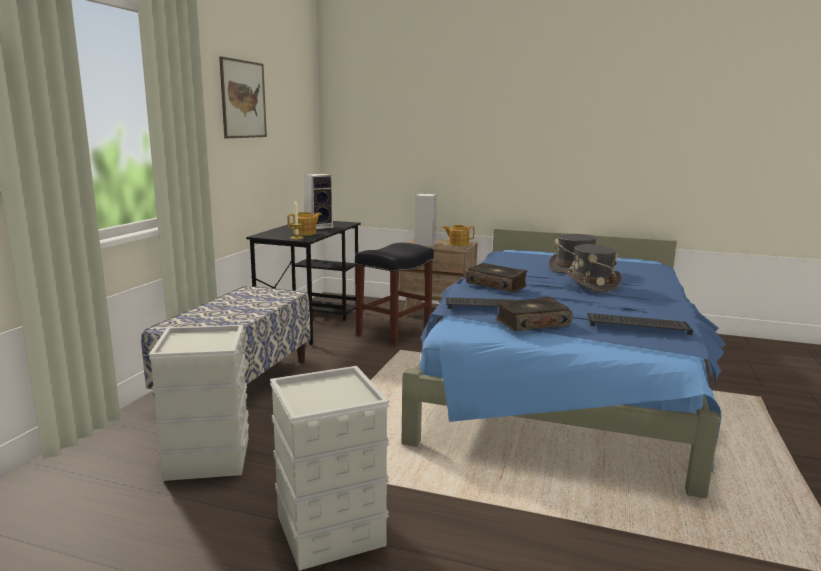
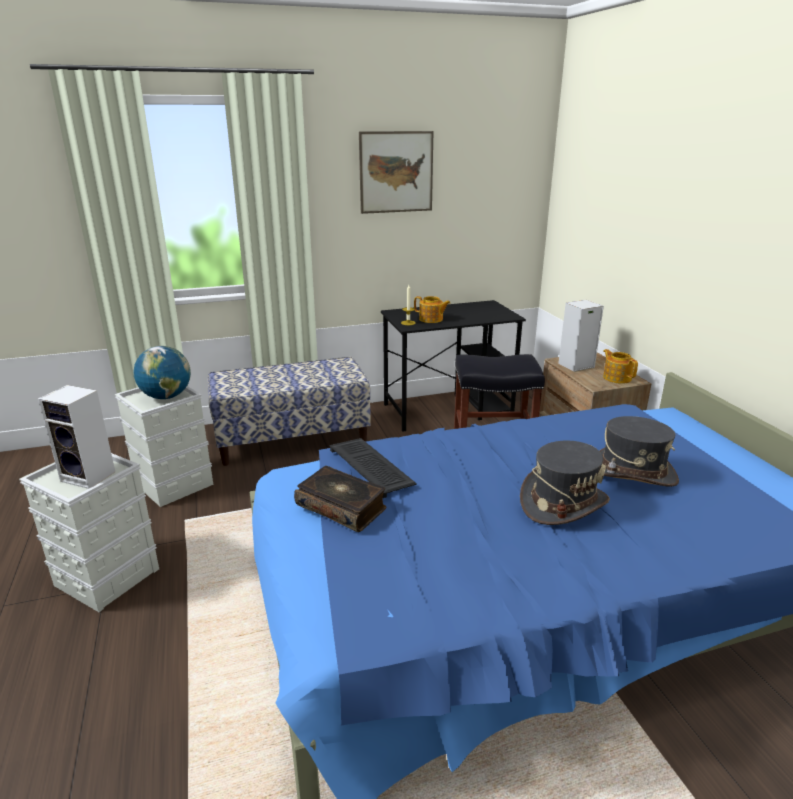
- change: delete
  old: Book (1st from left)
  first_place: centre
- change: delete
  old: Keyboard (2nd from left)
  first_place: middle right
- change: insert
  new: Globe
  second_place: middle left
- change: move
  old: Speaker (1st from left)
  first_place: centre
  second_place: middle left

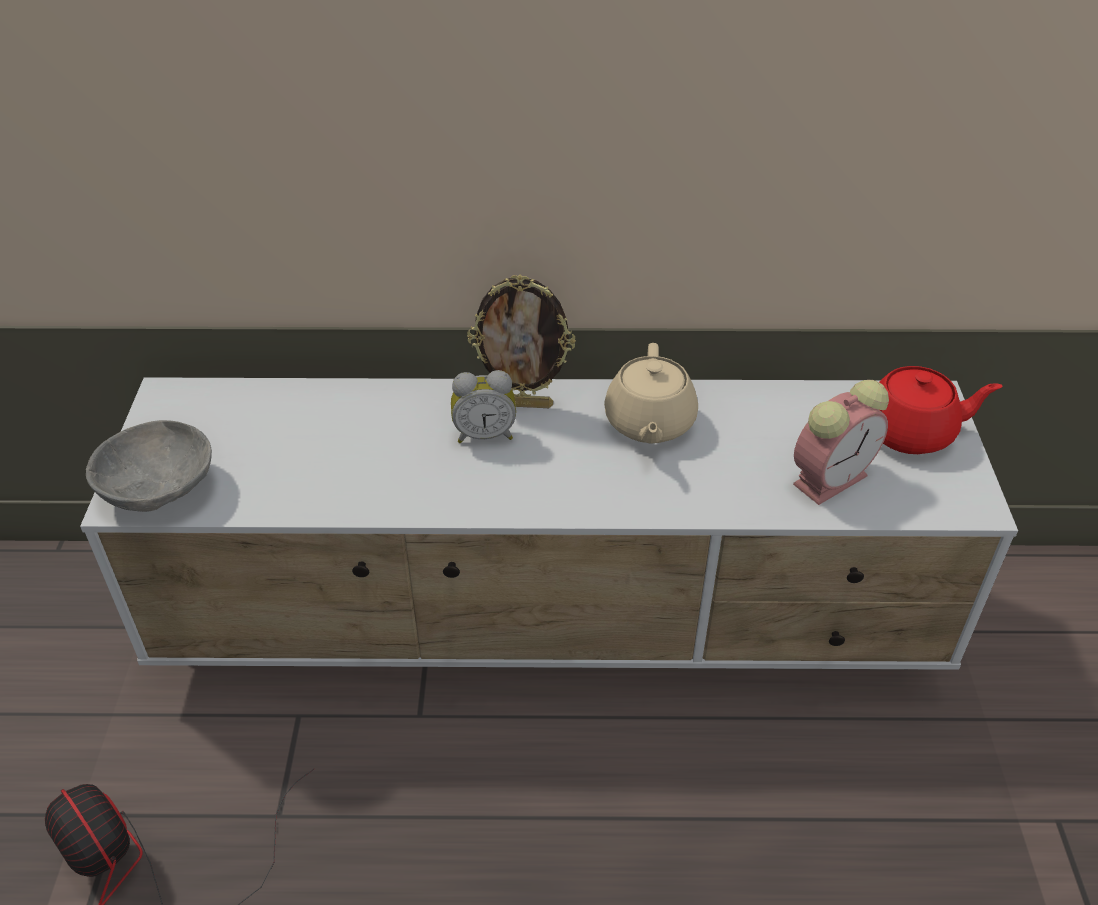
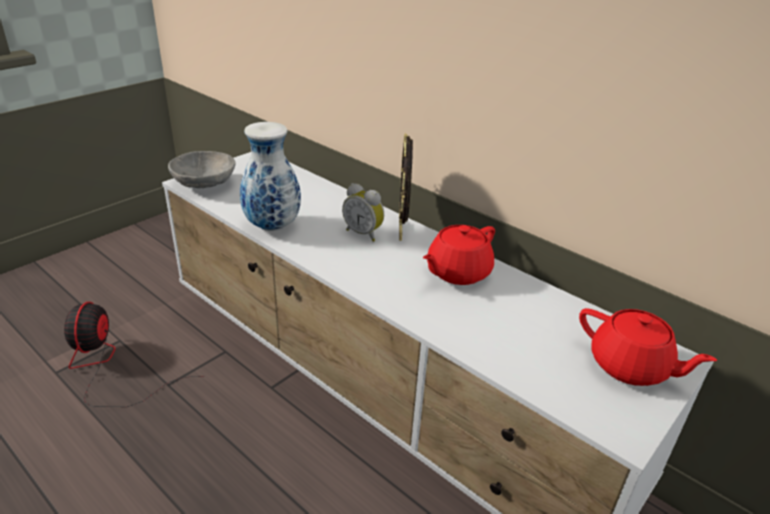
- change: delete
  old: AlarmClock (2nd from left)
  first_place: middle right
- change: insert
  new: Vase
  second_place: centre
- change: recolor
  old: BeigeTeapot
  new: RedTeapot (1st from left)
  first_place: centre
  second_place: centre
- change: rotate
  old: PictureFrame
  first_place: centre
  second_place: centre
  degrees: 45

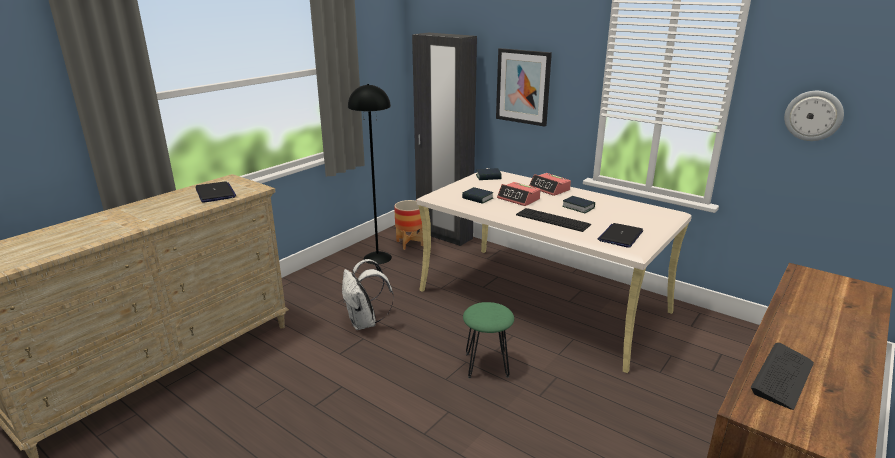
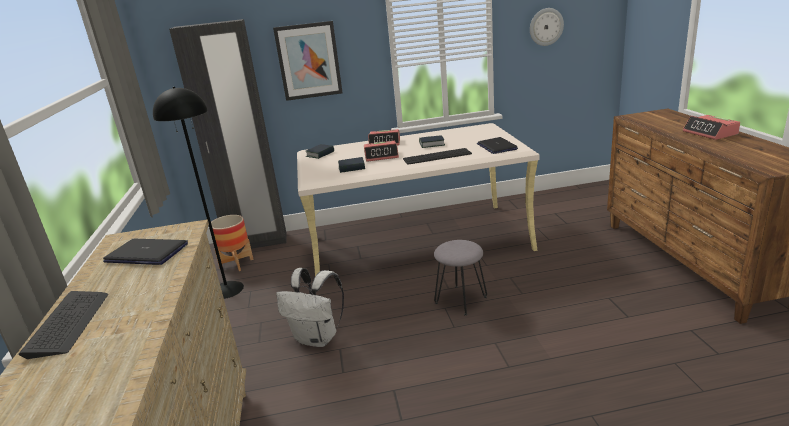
- change: insert
  new: AlarmClock (3rd from left)
  second_place: top right
- change: move
  old: Keyboard (2nd from left in the first image)
  new: Keyboard (1st from left)
  first_place: bottom right
  second_place: bottom left
- change: recolor
  old: GreenStool
  new: GreyStool
  first_place: bottom centre
  second_place: centre

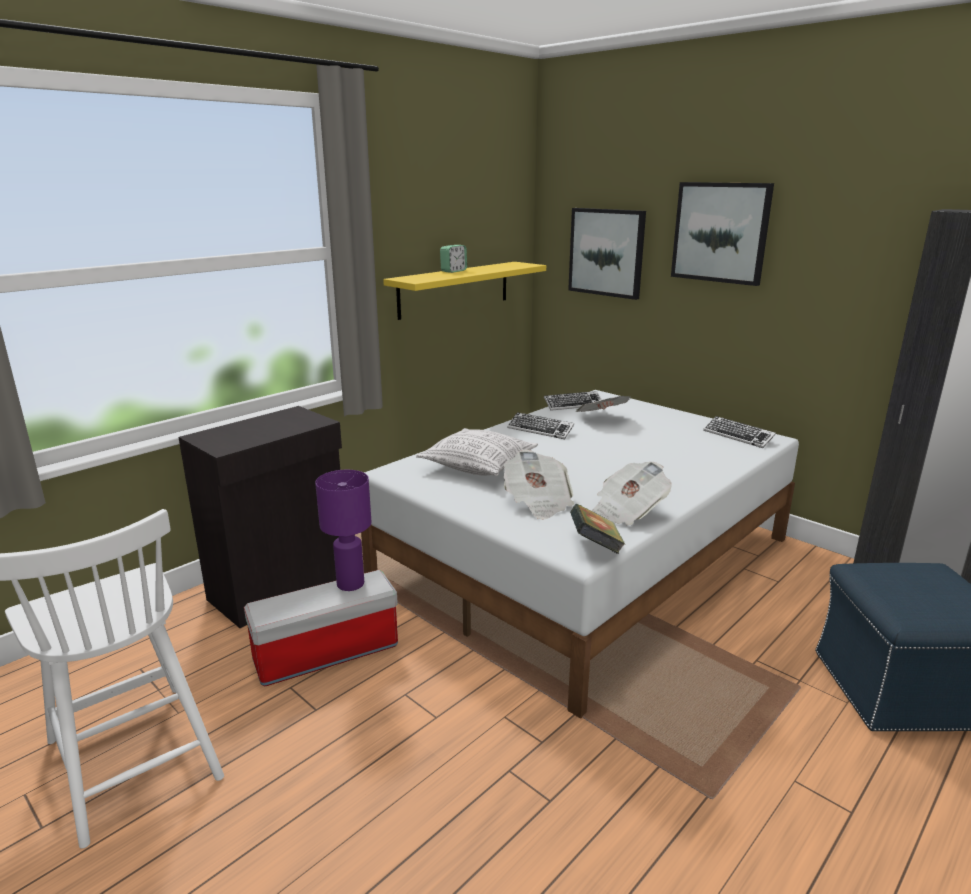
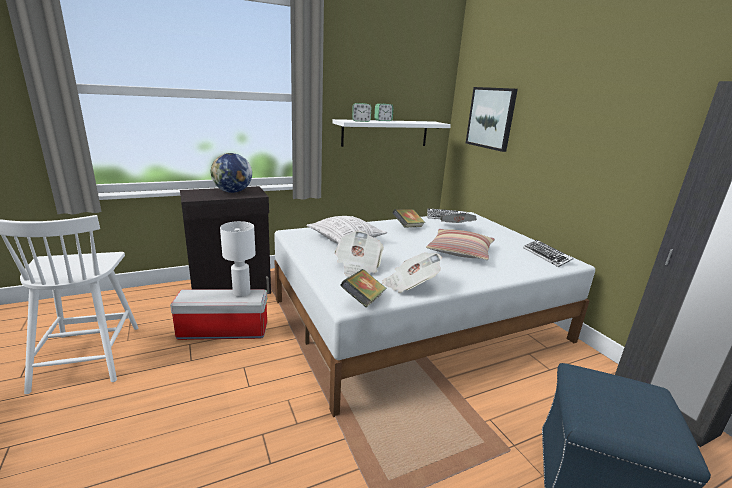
- change: delete
  old: Picture (2nd from left)
  first_place: top right
- change: insert
  new: Globe
  second_place: middle left
- change: insert
  new: AlarmClock (1st from left)
  second_place: top centre
- change: insert
  new: Pillow (2nd from left)
  second_place: centre
- change: replace
  old: Keyboard (1st from left)
  new: Book (2nd from left)
  first_place: centre
  second_place: centre
- change: recolor
  old: PurpleTableLamp
  new: WhiteTableLamp
  first_place: centre
  second_place: middle left
- change: recolor
  old: YellowShelf
  new: WhiteShelf
  first_place: top centre
  second_place: top centre

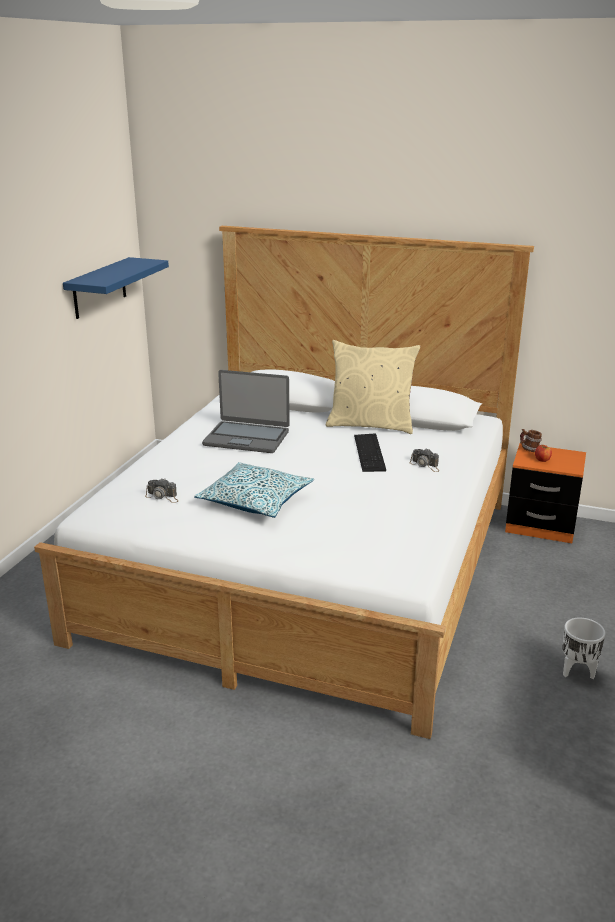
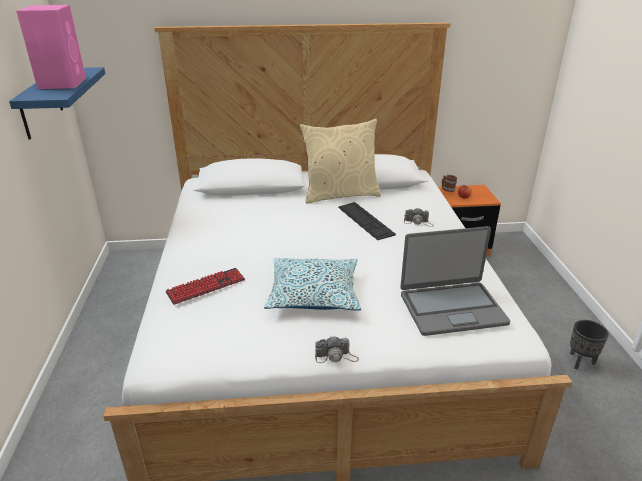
- change: insert
  new: PinkSpeaker
  second_place: top left
- change: insert
  new: Keyboard (1st from left)
  second_place: middle left
- change: move
  old: PhotoCamera (1st from left)
  first_place: middle left
  second_place: bottom centre
- change: move
  old: Laptop
  first_place: centre
  second_place: middle right
- change: recolor
  old: WhitePlanter
  new: BlackPlanter
  first_place: bottom right
  second_place: bottom right

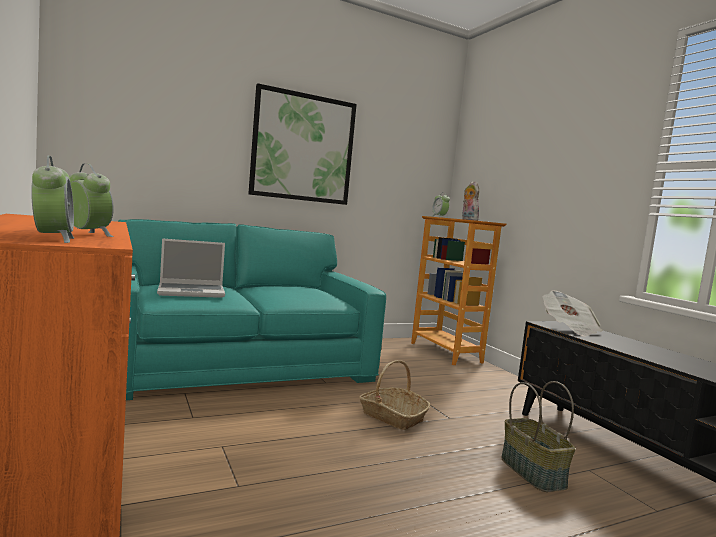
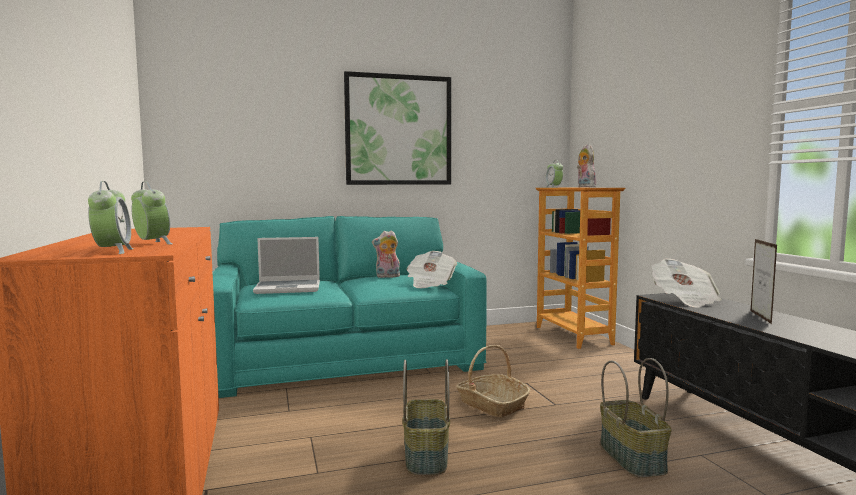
- change: insert
  new: PlushToy (1st from left)
  second_place: centre
- change: insert
  new: Basket (1st from left)
  second_place: bottom centre
- change: insert
  new: Newspaper (1st from left)
  second_place: centre
- change: insert
  new: PictureFrame
  second_place: middle right

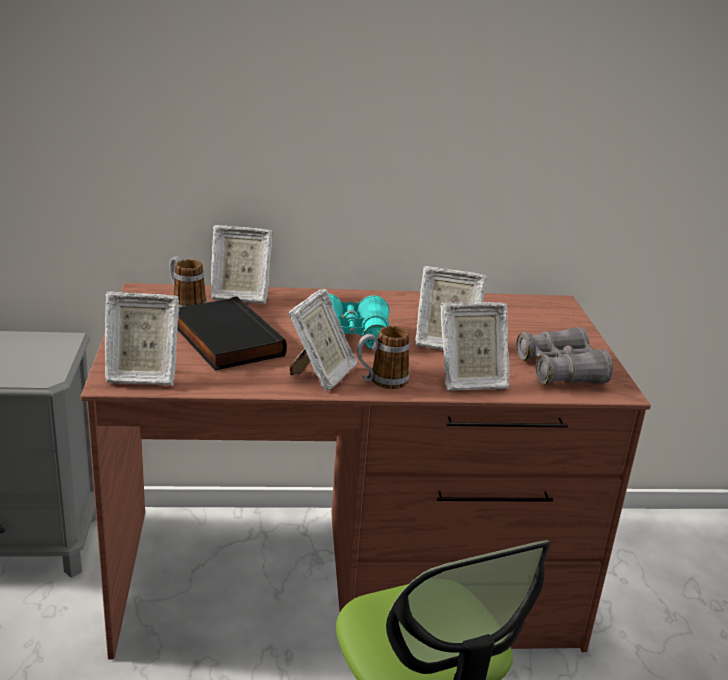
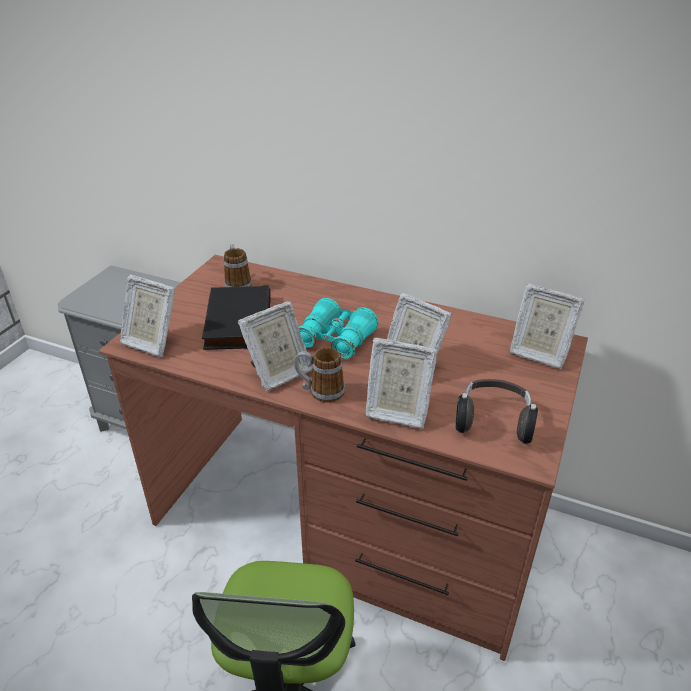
- change: move
  old: PictureFrame (2nd from left in the first image)
  new: PictureFrame (5th from left)
  first_place: middle left
  second_place: middle right
- change: replace
  old: GreyBinoculars
  new: Headphones
  first_place: middle right
  second_place: middle right

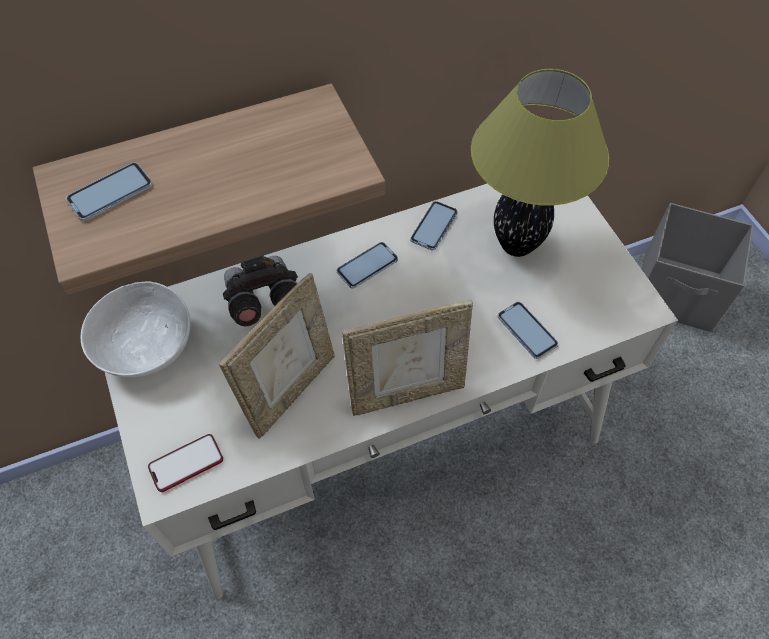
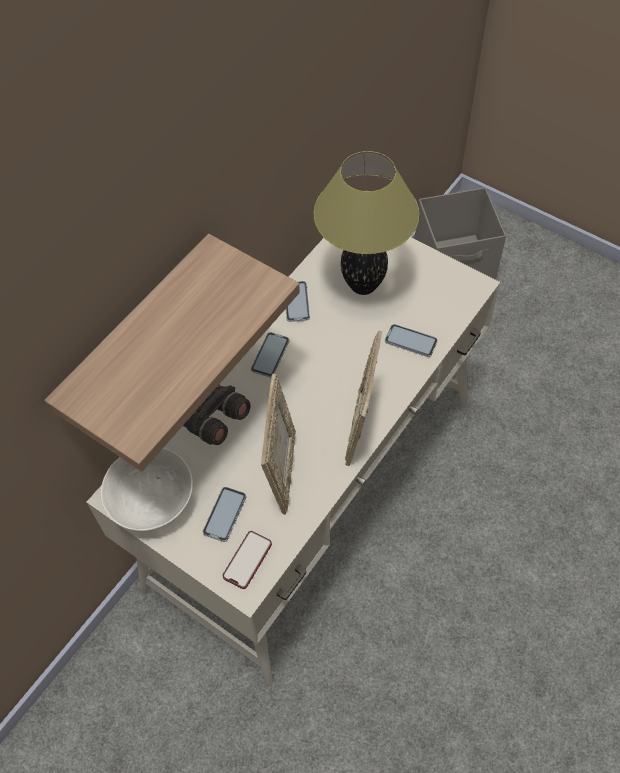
- change: move
  old: Phone (1st from left)
  first_place: top left
  second_place: centre
- change: rotate
  old: PictureFrame (2nd from left)
  first_place: centre
  second_place: centre
  degrees: 150

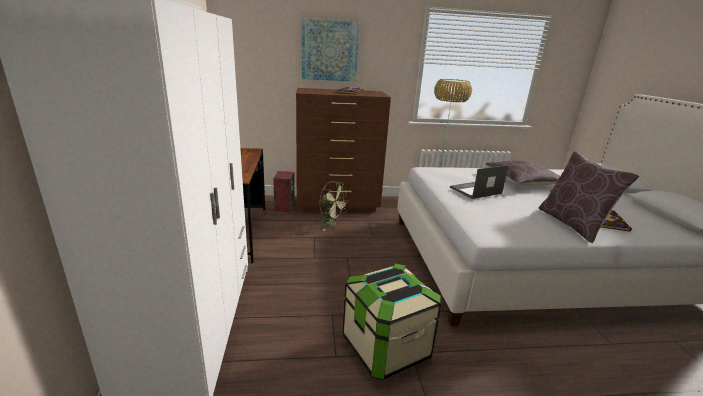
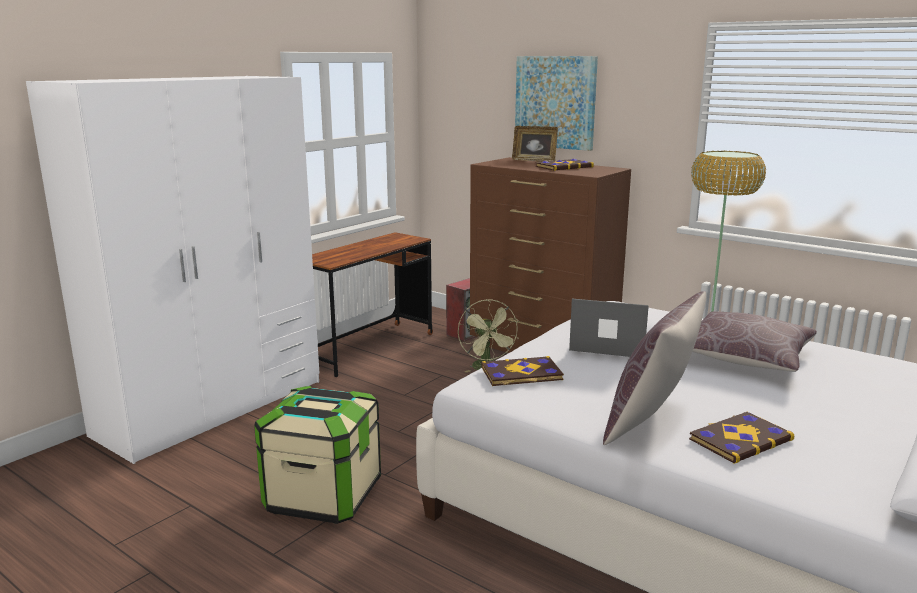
- change: insert
  new: Book (1st from left)
  second_place: centre
- change: insert
  new: PictureFrame
  second_place: top centre

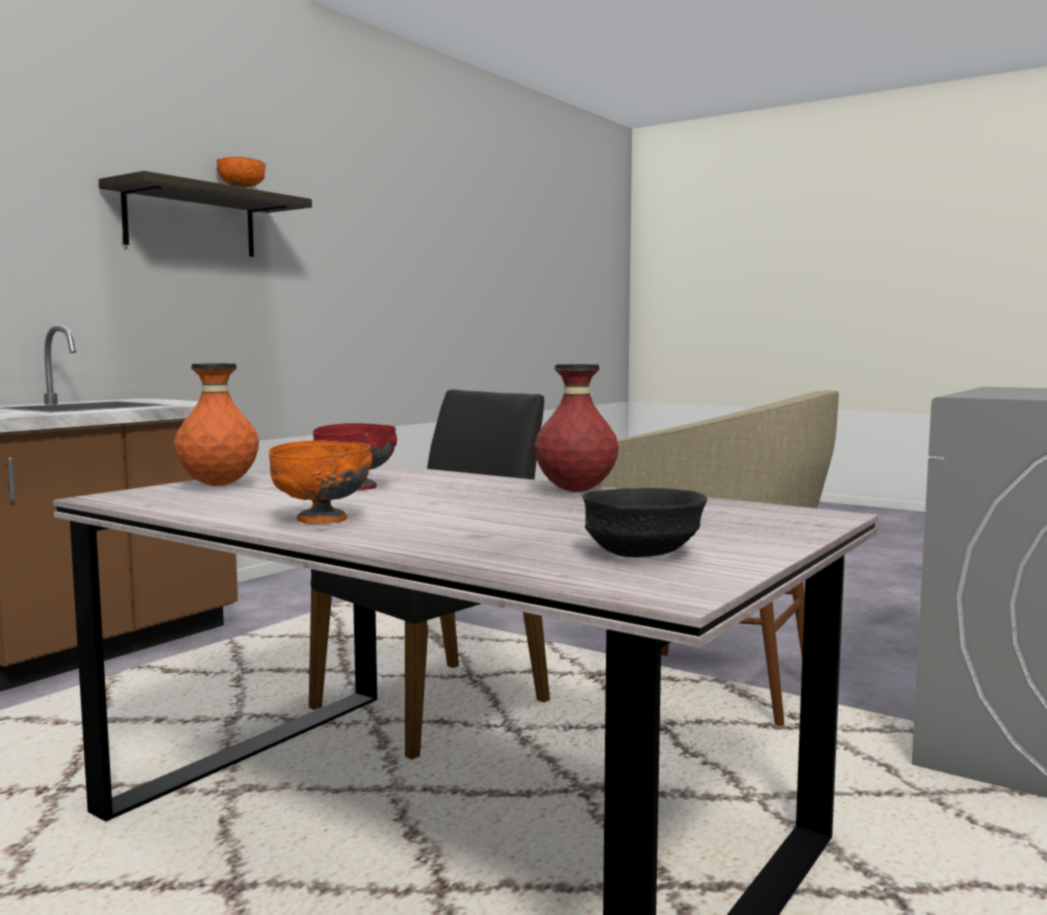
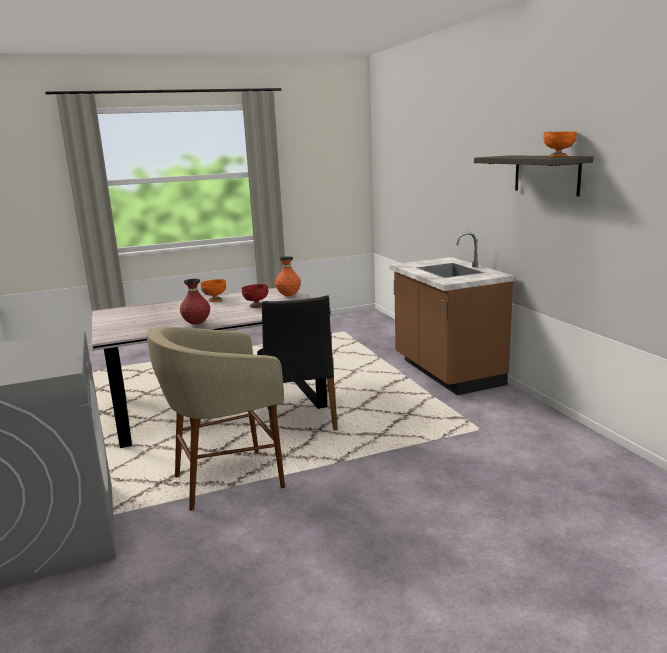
- change: delete
  old: BlackBowl
  first_place: centre

